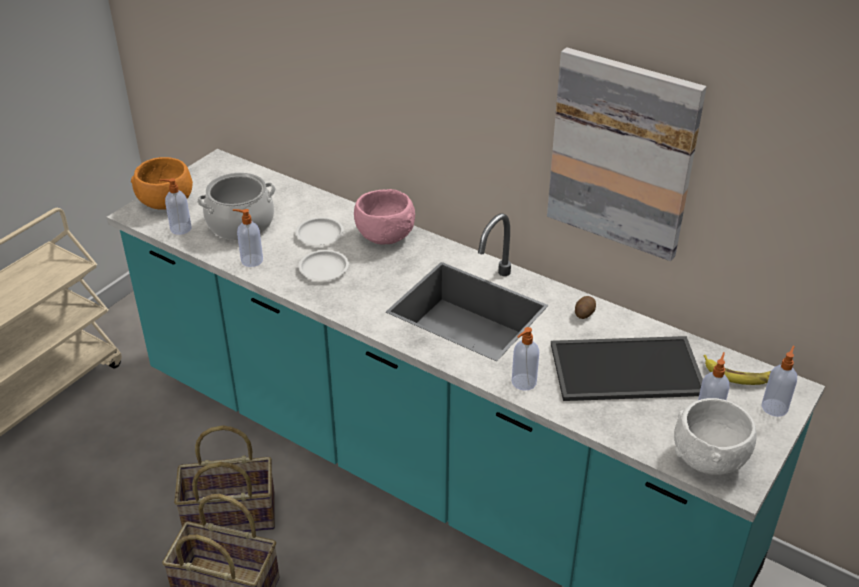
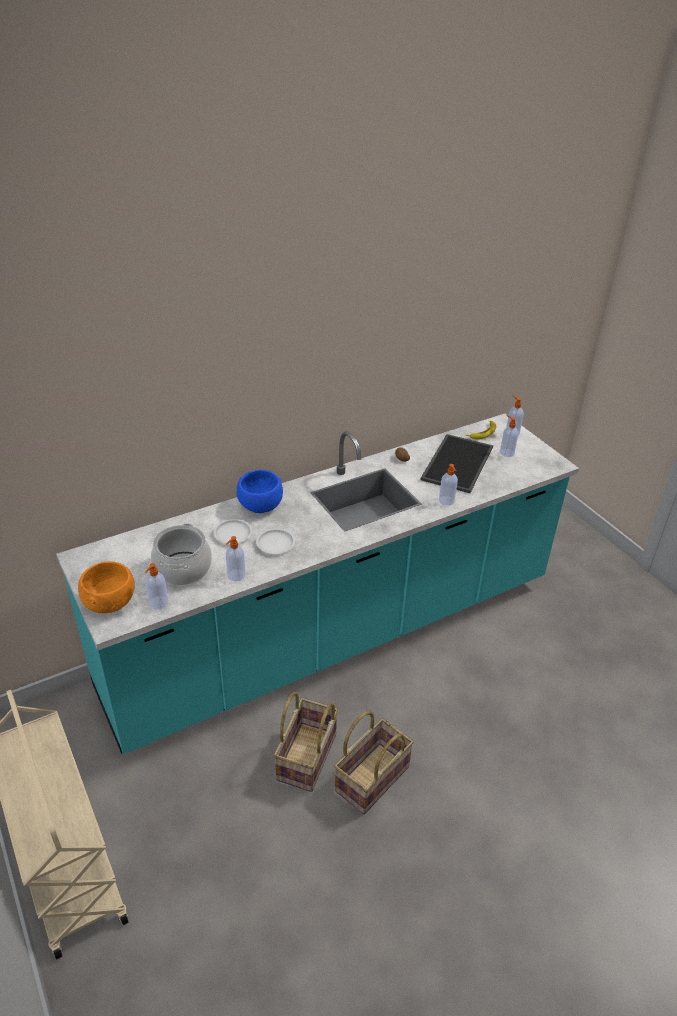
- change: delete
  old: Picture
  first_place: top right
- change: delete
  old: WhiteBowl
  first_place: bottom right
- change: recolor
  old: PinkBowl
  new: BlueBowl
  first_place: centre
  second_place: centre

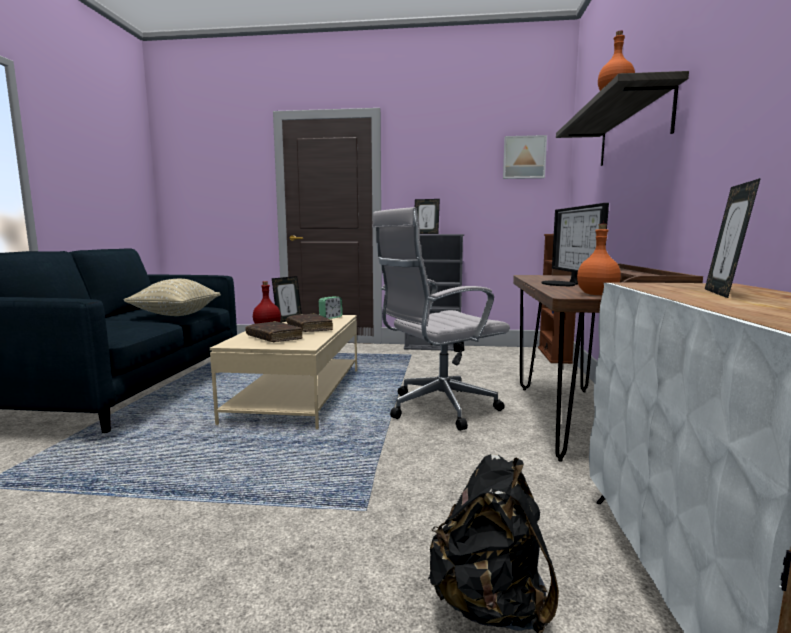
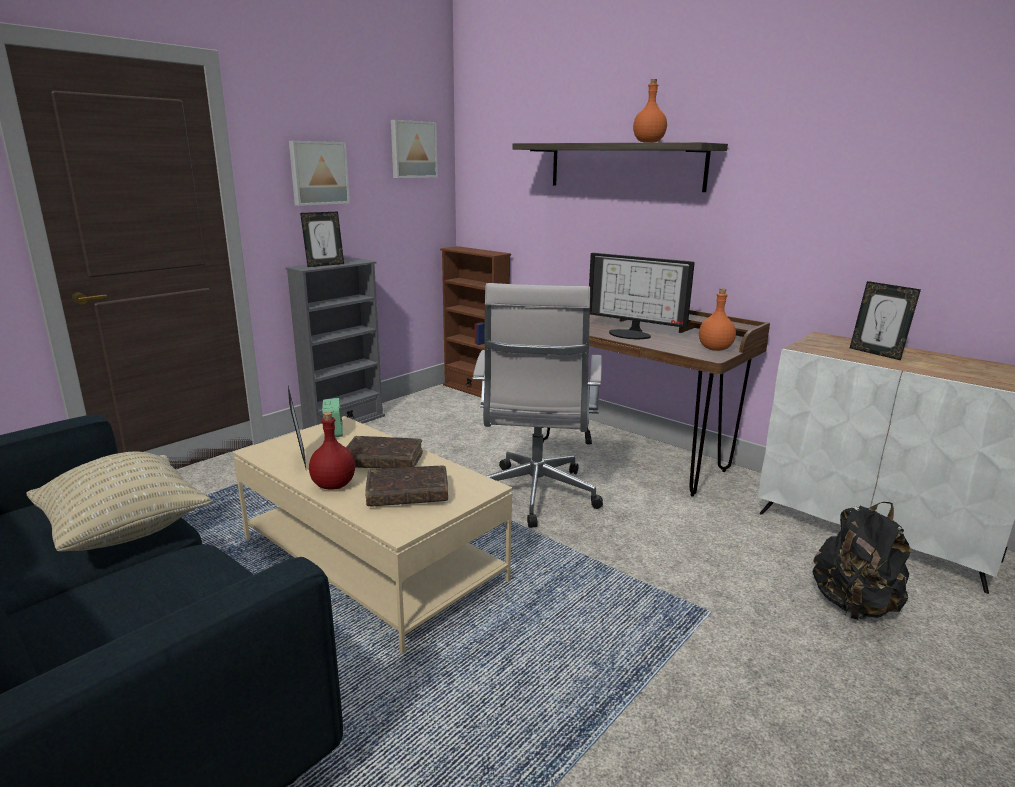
- change: insert
  new: Picture (1st from left)
  second_place: top left

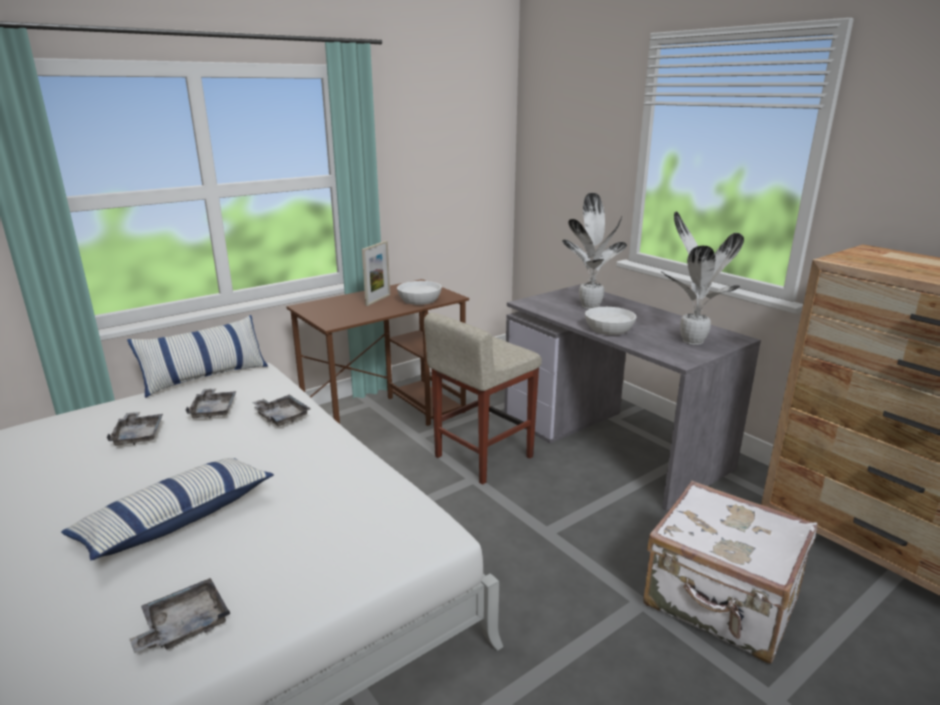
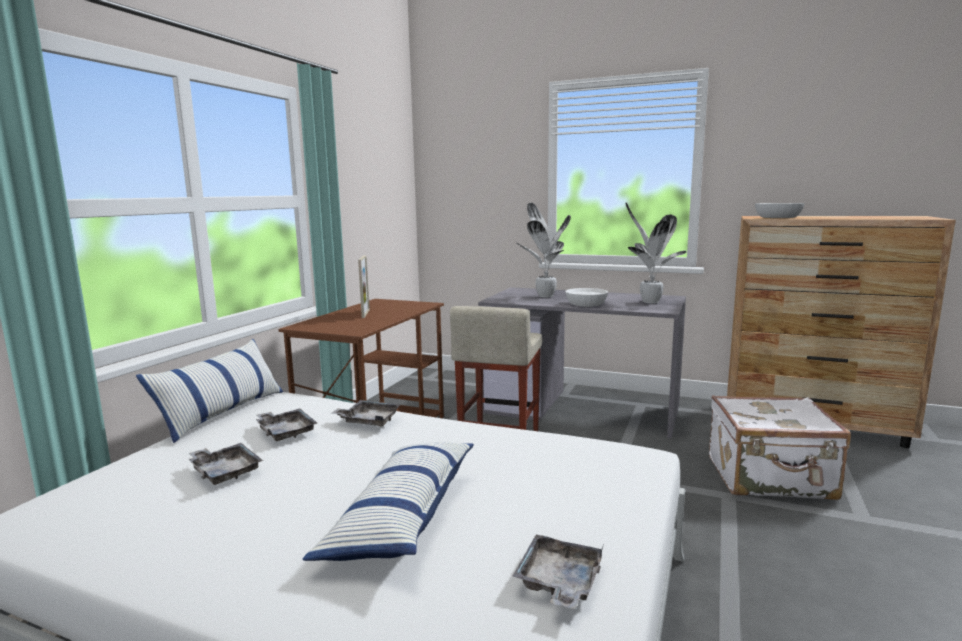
- change: move
  old: WhiteBowl (1st from left in the first image)
  new: WhiteBowl (2nd from left)
  first_place: centre
  second_place: top right

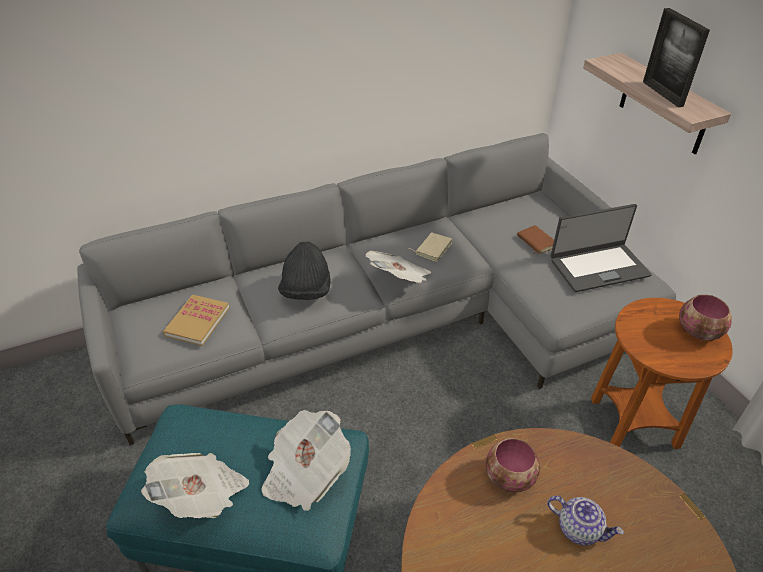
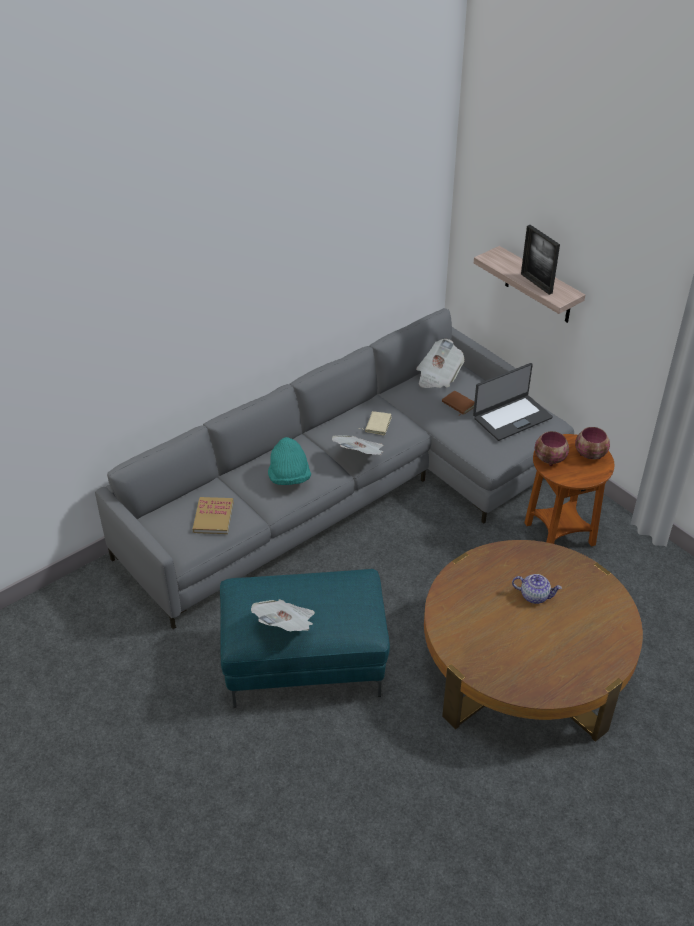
- change: move
  old: Newspaper (2nd from left in the first image)
  new: Newspaper (3rd from left)
  first_place: bottom centre
  second_place: centre
- change: move
  old: Bowl (1st from left)
  first_place: bottom right
  second_place: middle right
- change: recolor
  old: BlackHat
  new: TurquoiseHat
  first_place: centre
  second_place: centre

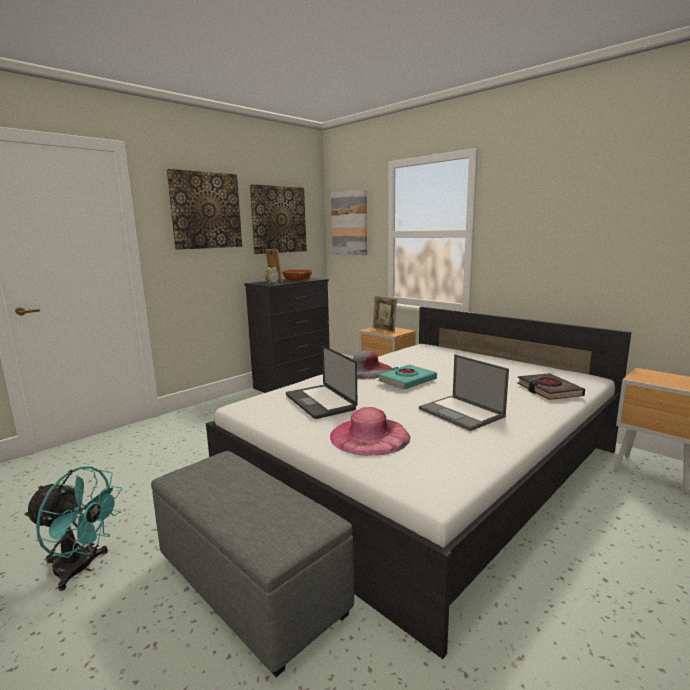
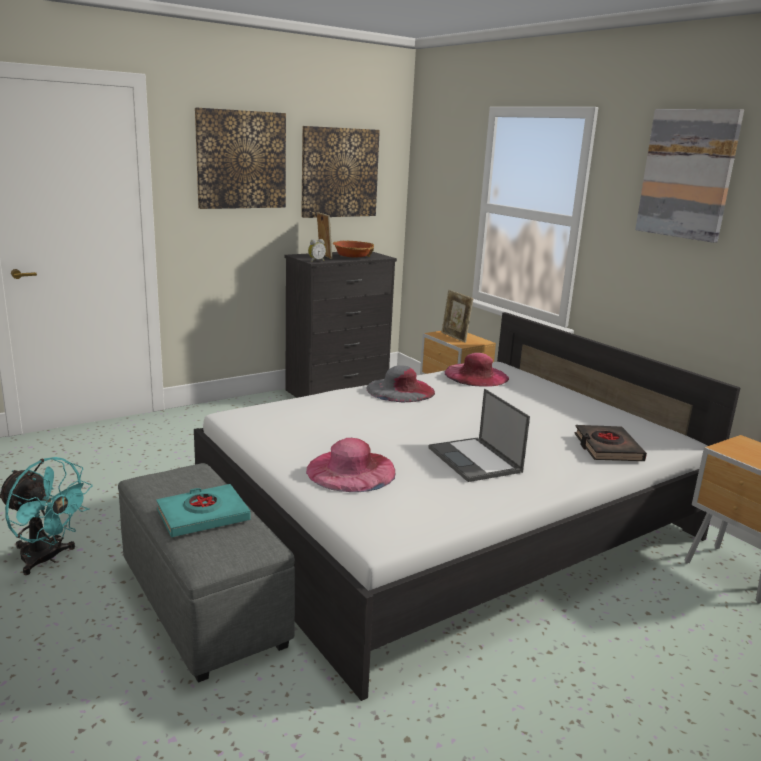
- change: delete
  old: Laptop (1st from left)
  first_place: centre
- change: insert
  new: PinkHat (2nd from left)
  second_place: centre
- change: move
  old: Picture (3rd from left)
  first_place: top centre
  second_place: top right
- change: move
  old: TurquoiseBook
  first_place: centre
  second_place: bottom left

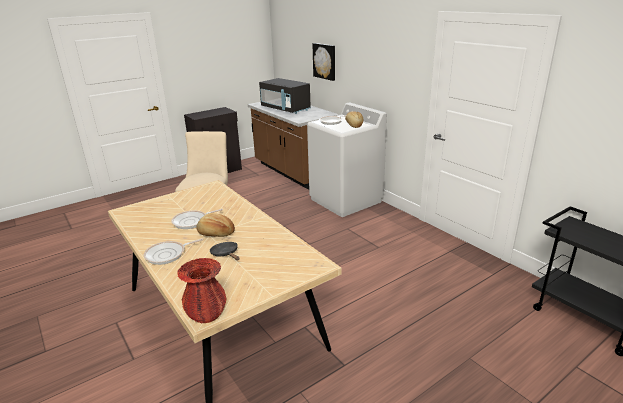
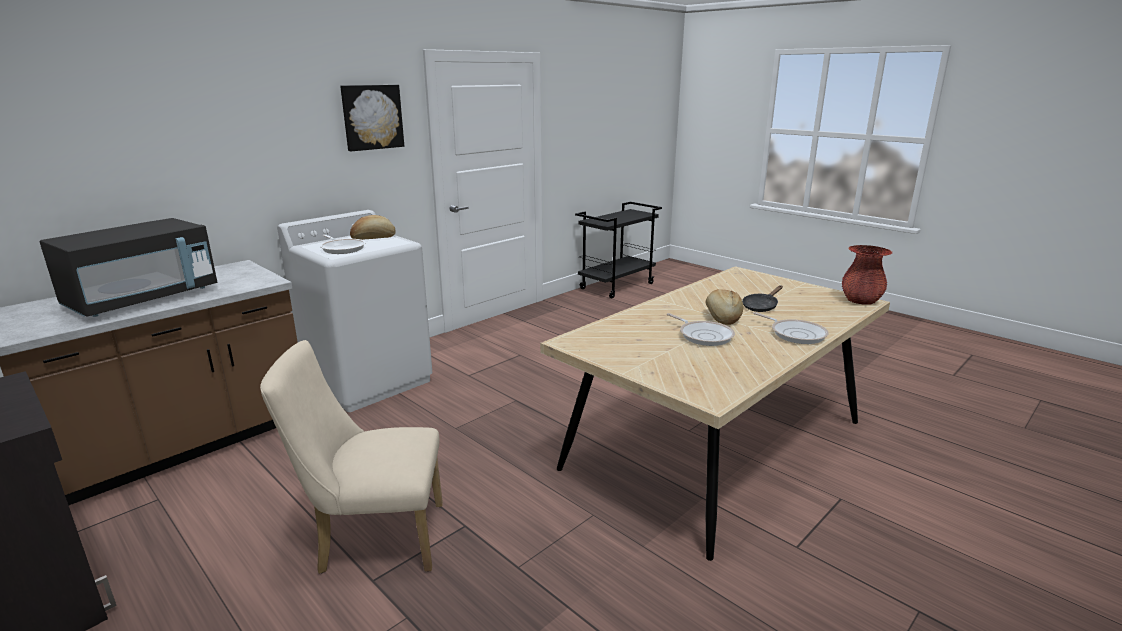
- change: move
  old: Picture
  first_place: top centre
  second_place: top left

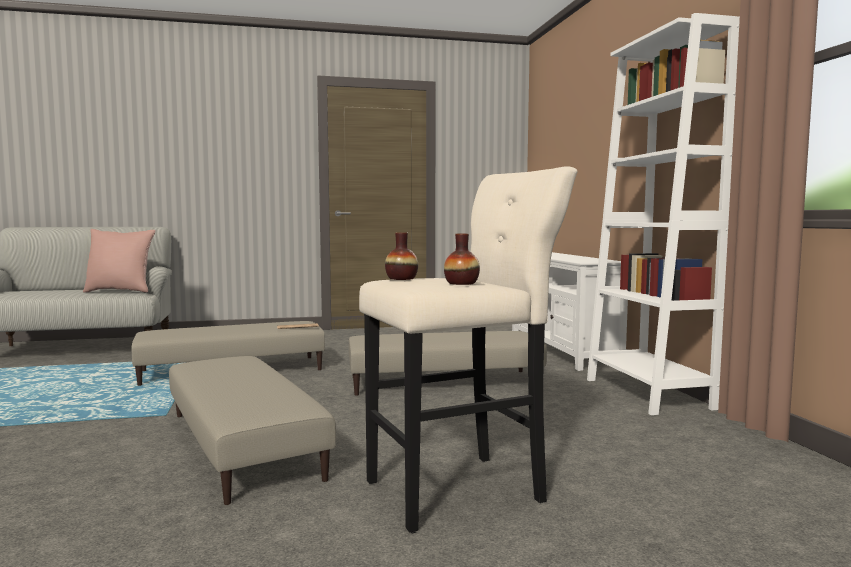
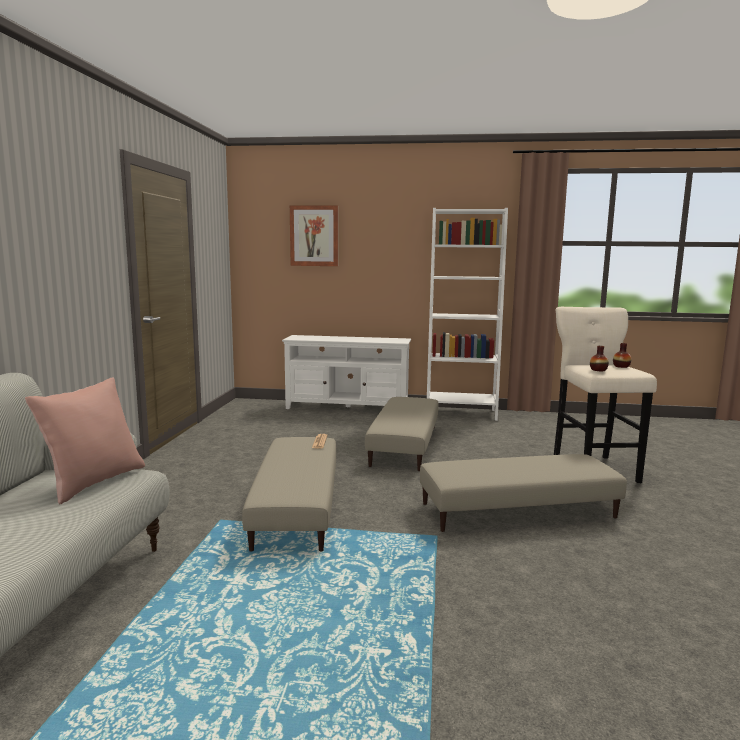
- change: insert
  new: Picture
  second_place: top centre

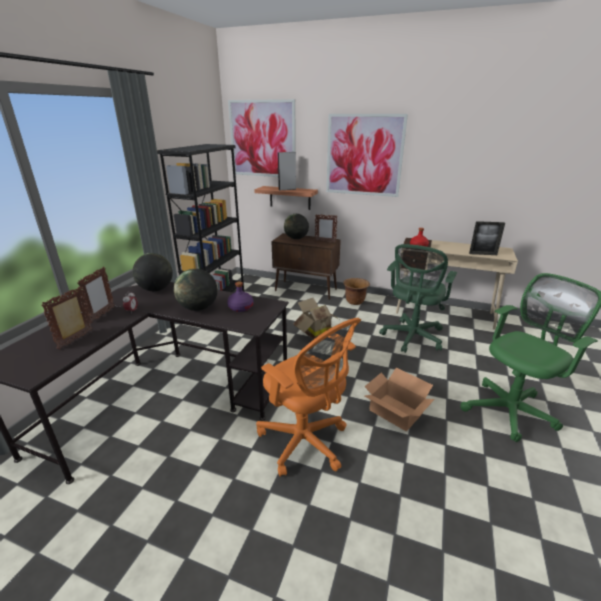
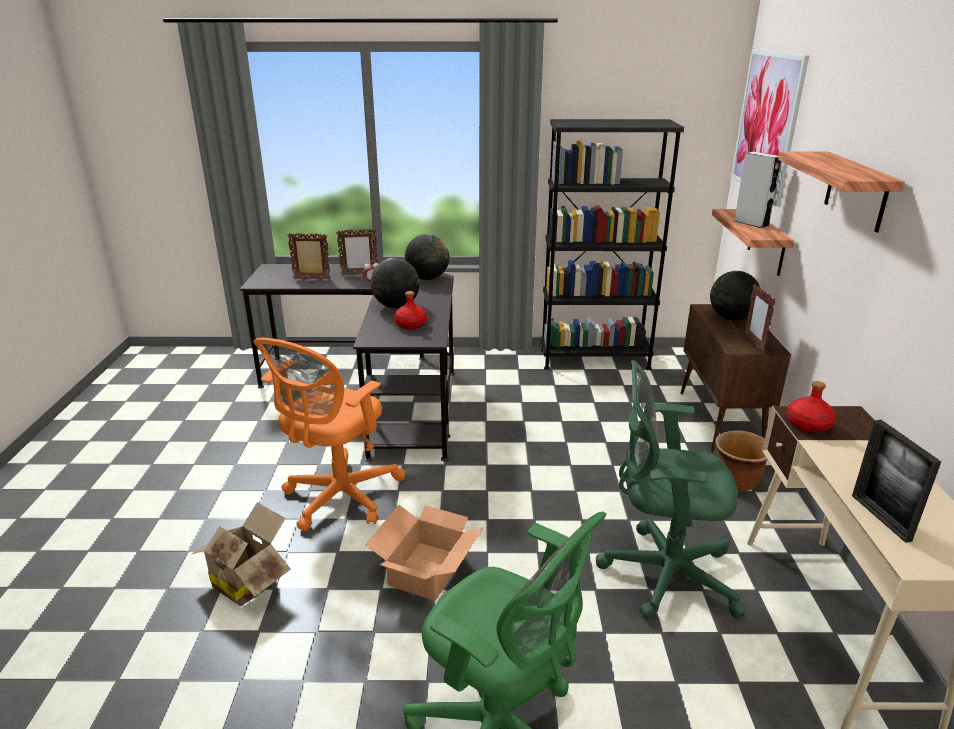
- change: move
  old: CardboardBox (1st from left)
  first_place: centre
  second_place: bottom left
- change: replace
  old: Picture (2nd from left)
  new: Shelf (2nd from left)
  first_place: top centre
  second_place: top right
- change: recolor
  old: PurpleBottle
  new: RedBottle (1st from left)
  first_place: centre
  second_place: centre

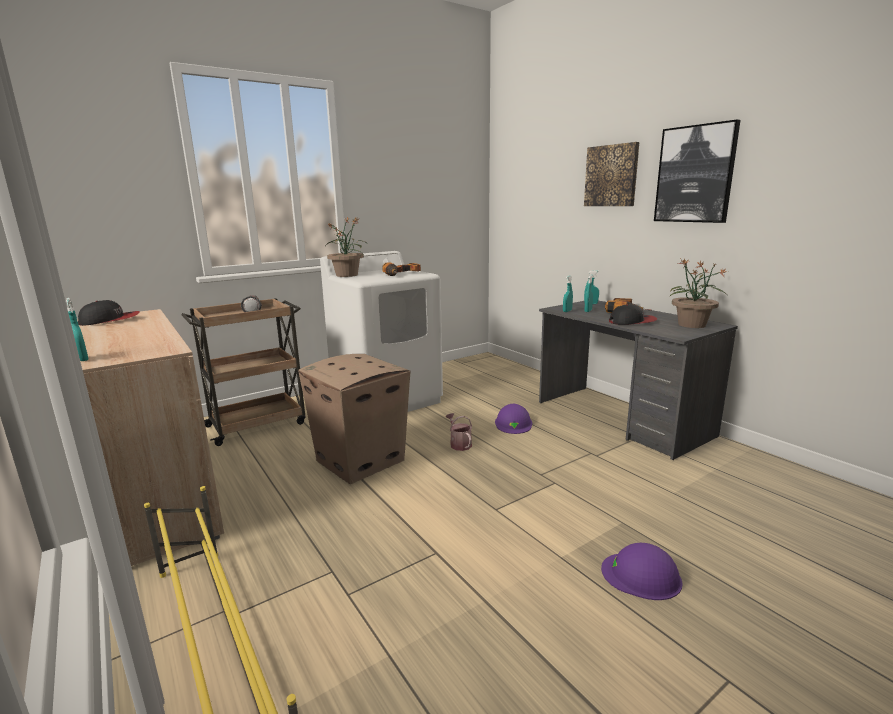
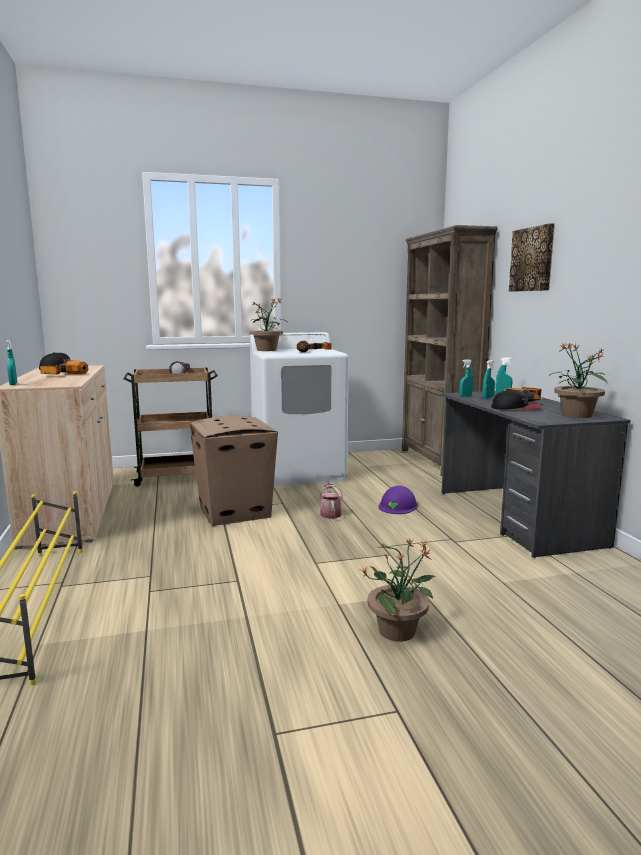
- change: delete
  old: Picture (2nd from left)
  first_place: top right
- change: insert
  new: PowerDrill (1st from left)
  second_place: middle left
- change: insert
  new: BrownBookcase
  second_place: middle right
- change: replace
  old: PurpleHardHat (2nd from left)
  new: PottedPlant (2nd from left)
  first_place: bottom right
  second_place: bottom centre

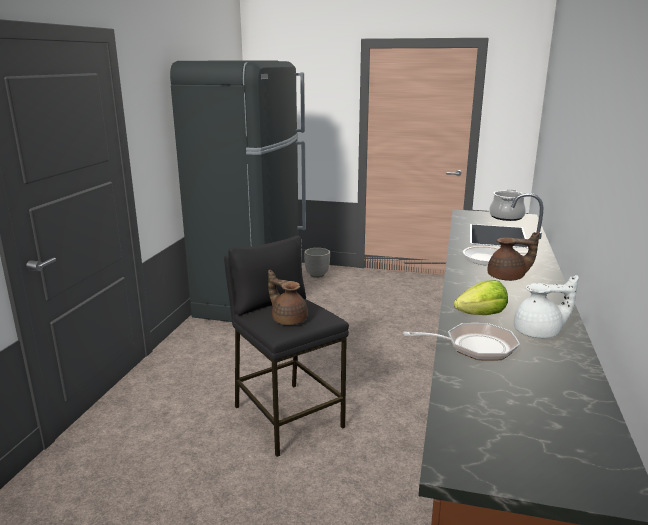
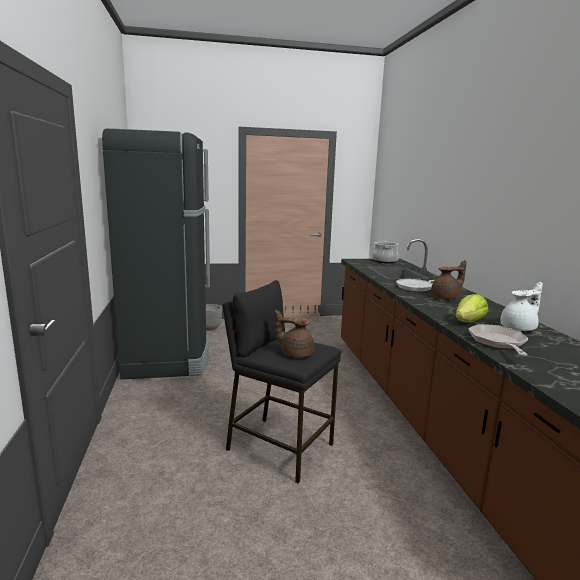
- change: rotate
  old: FryingPan (1st from left in the first image)
  first_place: middle right
  second_place: middle right
  degrees: -60

